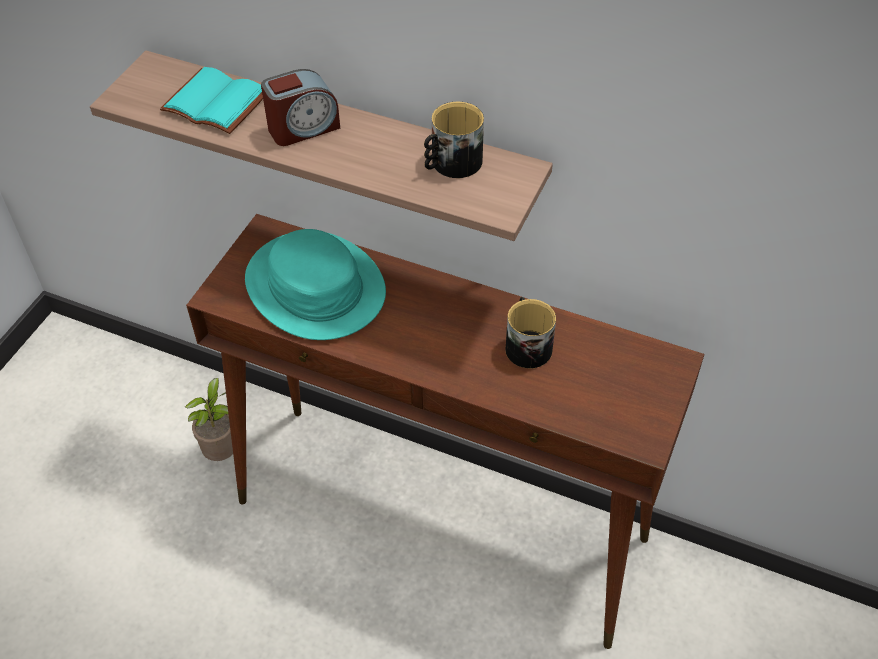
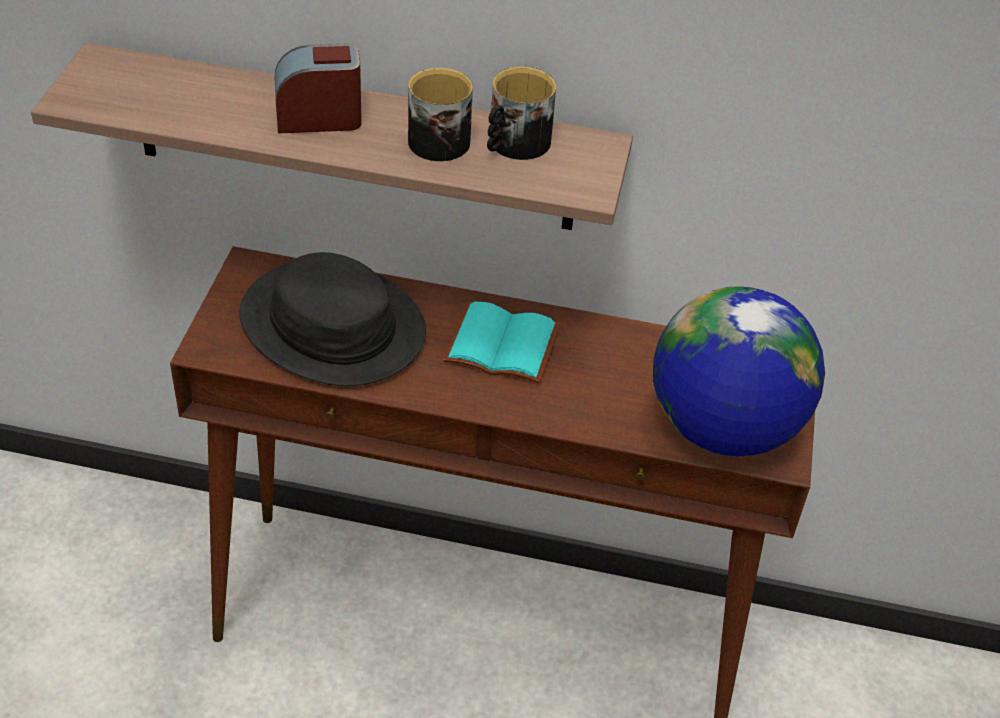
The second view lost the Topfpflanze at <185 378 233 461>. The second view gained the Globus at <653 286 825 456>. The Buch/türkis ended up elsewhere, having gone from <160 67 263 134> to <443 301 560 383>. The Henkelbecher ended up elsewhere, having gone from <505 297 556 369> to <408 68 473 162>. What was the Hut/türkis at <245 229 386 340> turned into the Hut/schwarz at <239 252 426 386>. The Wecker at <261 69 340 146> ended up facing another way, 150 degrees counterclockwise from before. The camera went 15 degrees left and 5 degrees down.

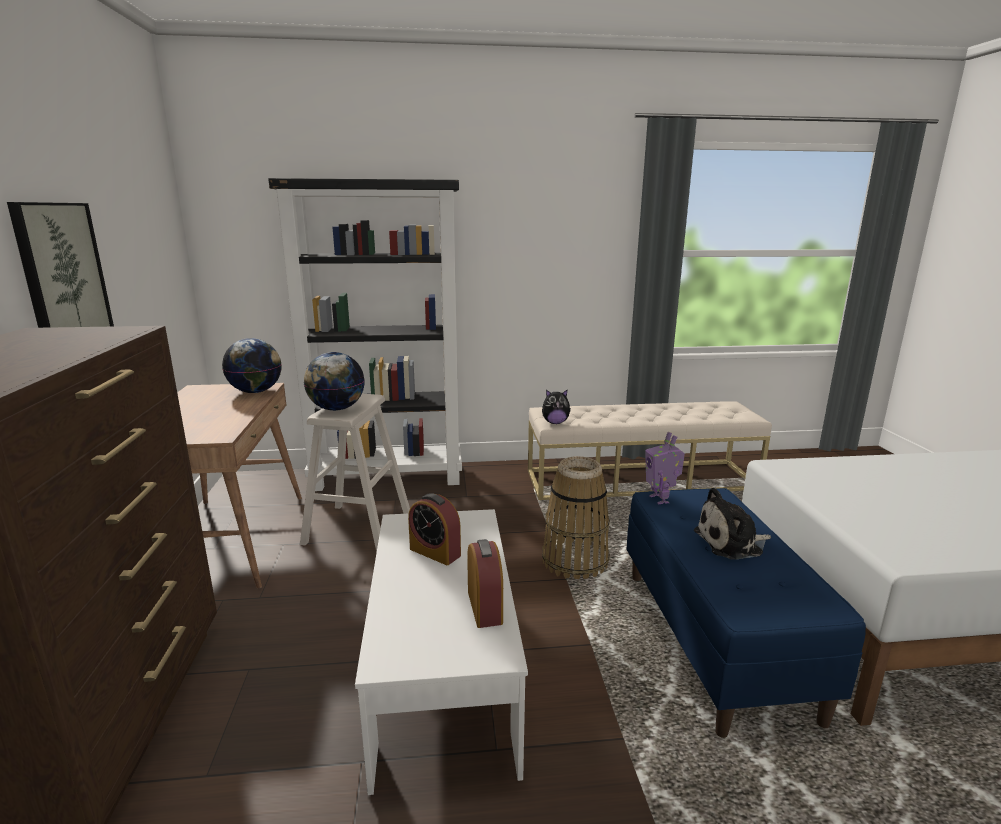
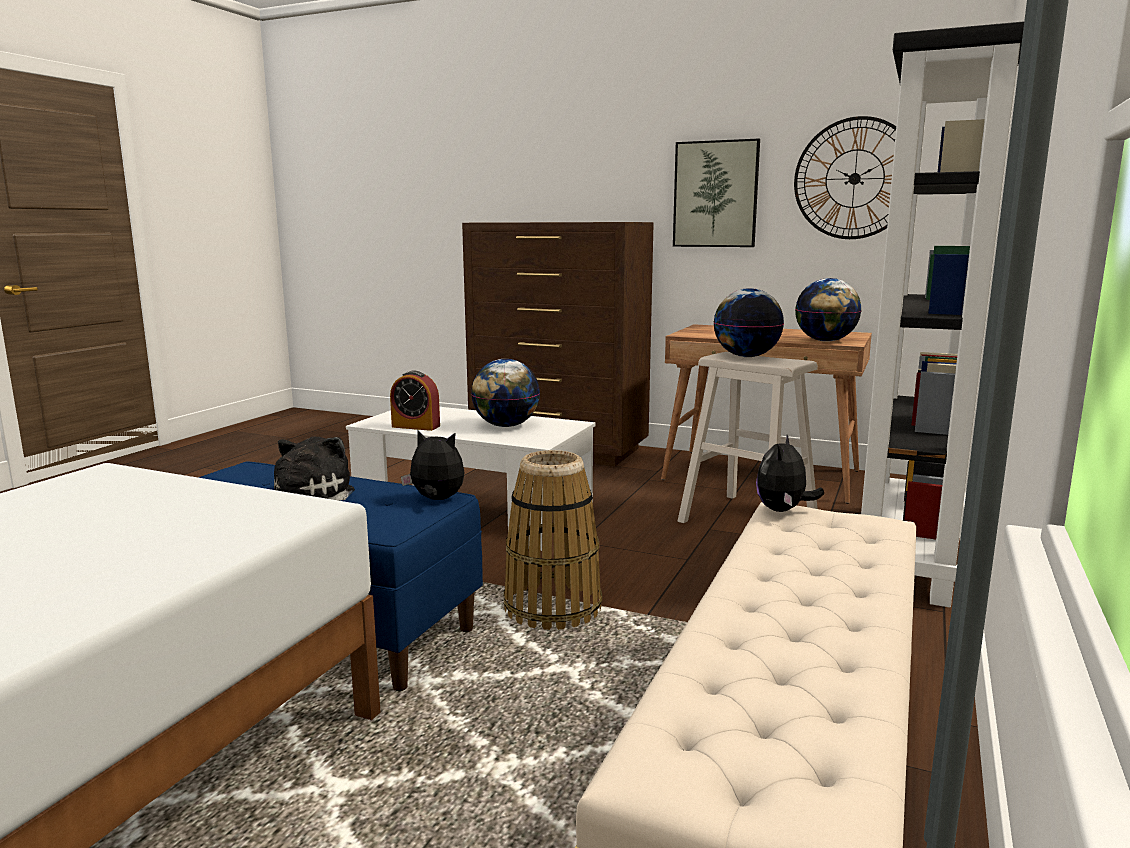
The second view gained the Wanduhr at <794 116 896 239>. Where the Wecker stood at <408 493 461 565>, the Globus came to stand at <471 359 540 427>. Where the Spielzeugroboter stood at <645 432 685 505>, the Plüschtier came to stand at <401 431 465 500>. The camera went 120 degrees right and 5 degrees down.

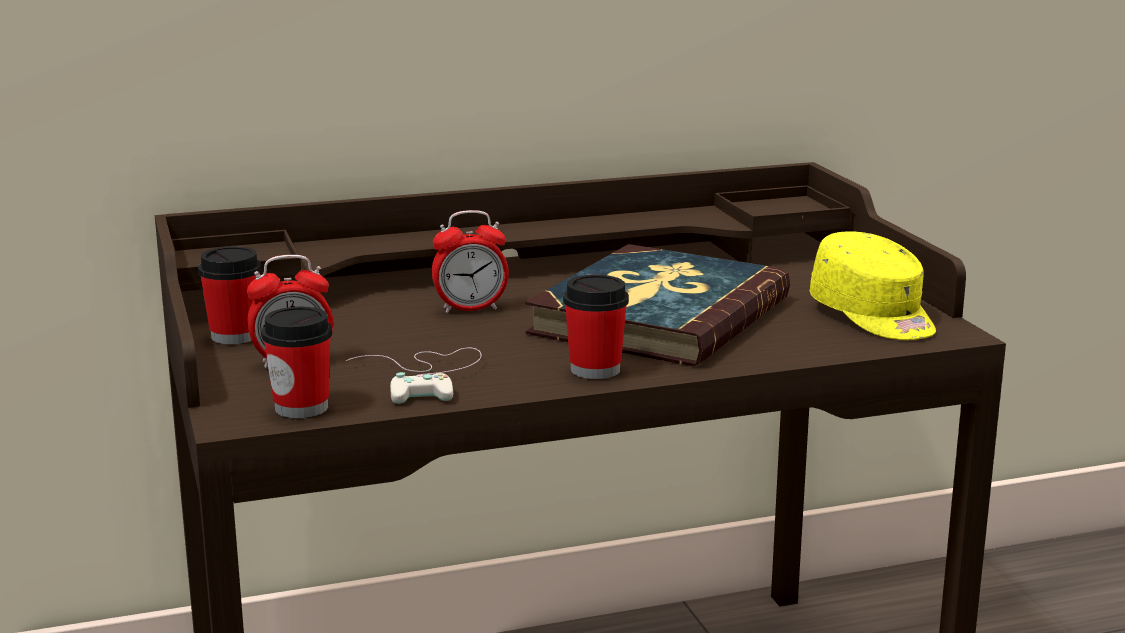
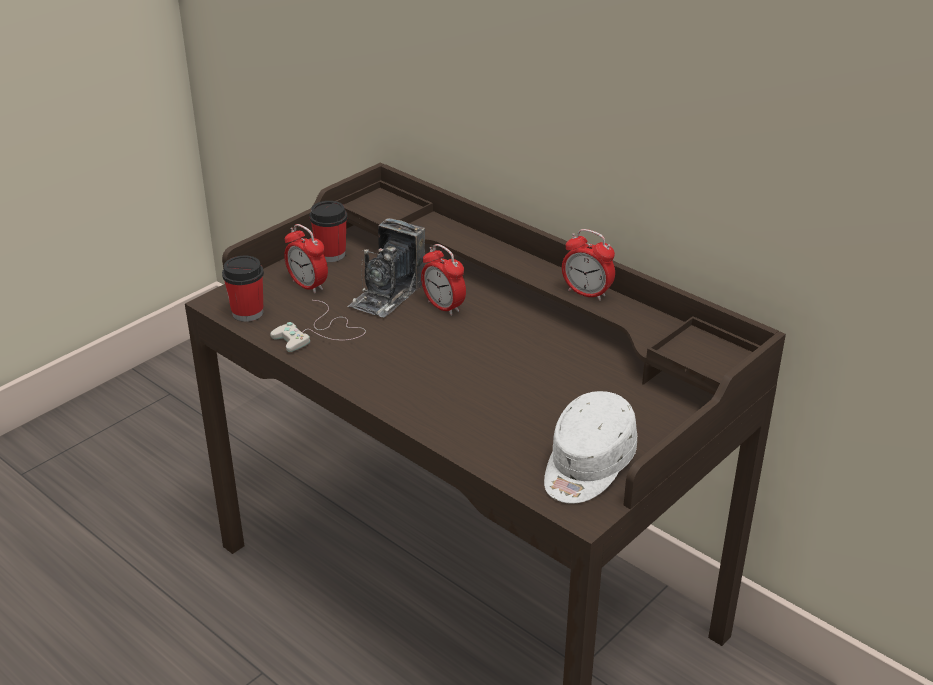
The second view lost the Buch at <525 244 790 366>. The second view lost the Tasse at <563 275 629 379>. The second view gained the Kamera at <348 218 425 318>. The second view gained the Wecker at <562 229 615 301>. What was the Kappe/gelb at <810 231 936 340> turned into the Kappe/weiß at <544 391 637 504>. The camera went 60 degrees right and 15 degrees up.

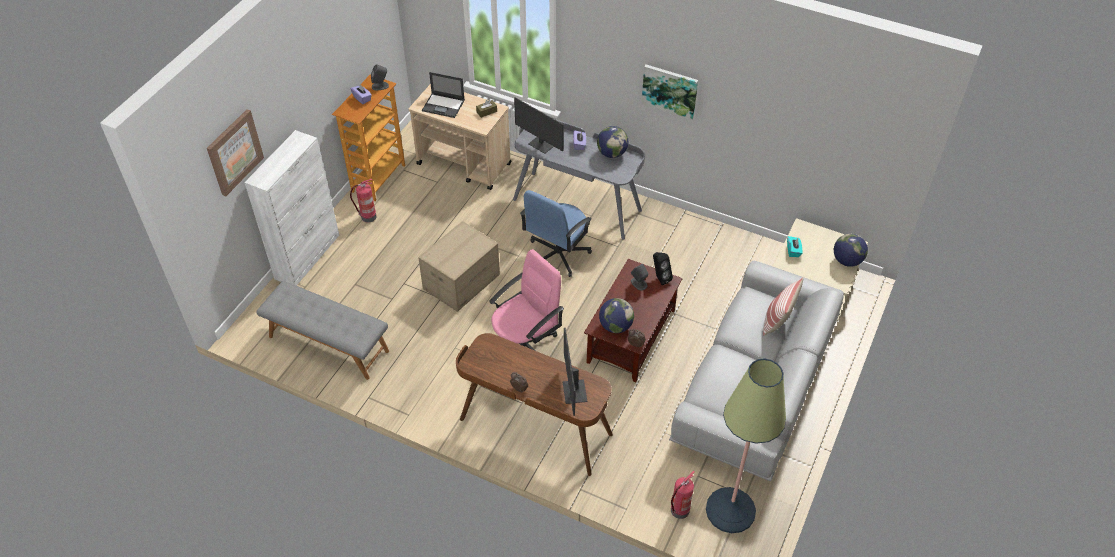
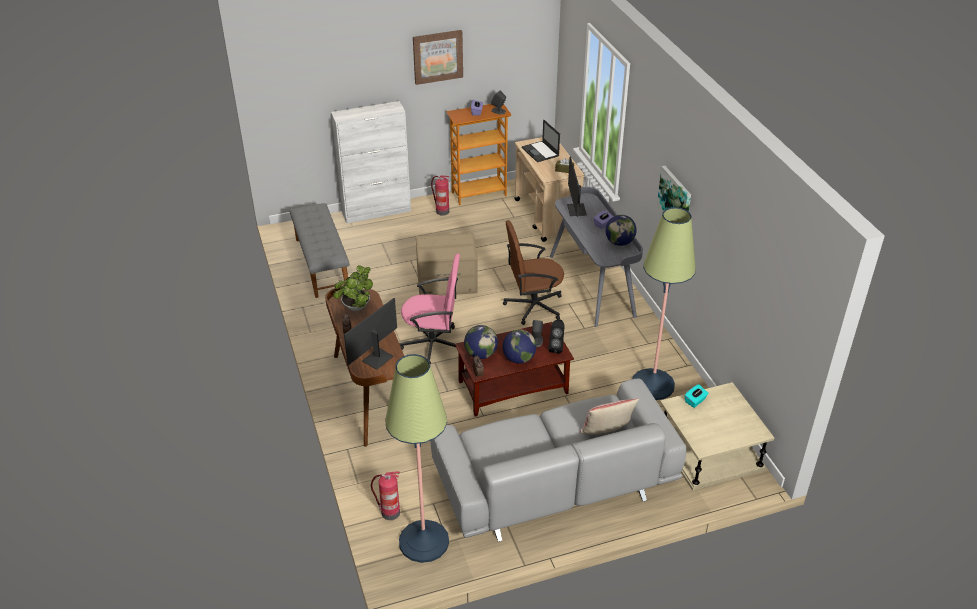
The second view gained the Topfpflanze at <333 265 373 311>. The second view gained the Stehlampe at <632 207 696 400>. The Bild ended up elsewhere, having gone from <207 109 264 196> to <413 30 463 85>. The Globus ended up elsewhere, having gone from <834 234 868 267> to <502 329 536 364>. What was the Bürostuhl/blau at <520 190 592 277> turned into the Bürostuhl/braun at <503 220 564 325>. The camera went 45 degrees right and 10 degrees down.

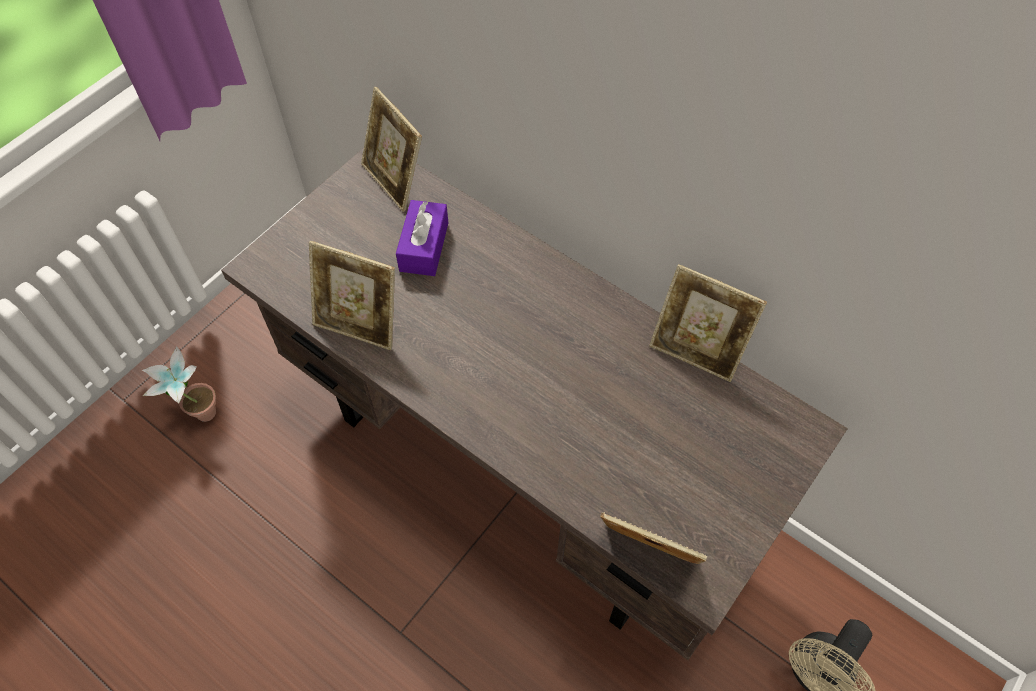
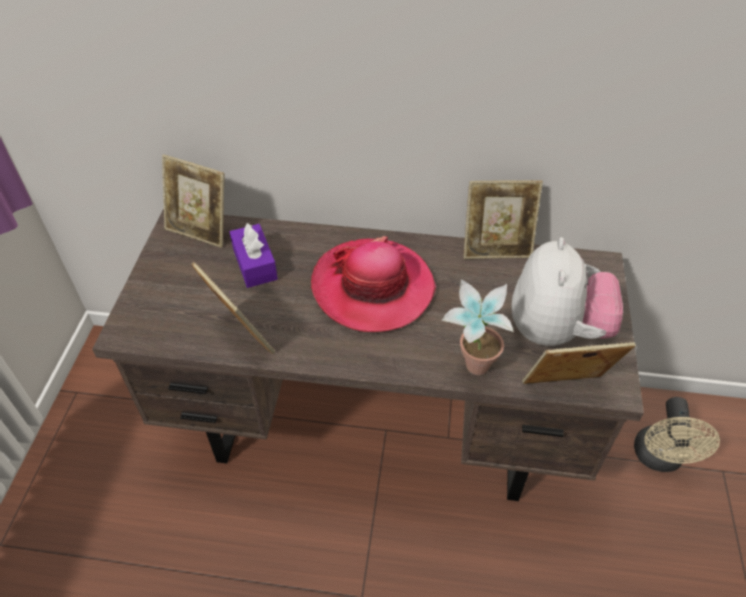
The second view gained the Hut at <311 236 436 332>. The second view gained the Plüschtier at <511 237 623 346>. The Topfpflanze ended up elsewhere, having gone from <142 346 216 422> to <442 279 514 375>. The Bilderrahmen at <309 241 395 350> ended up facing another way, 120 degrees counterclockwise from before. The camera went 30 degrees left and 10 degrees down.

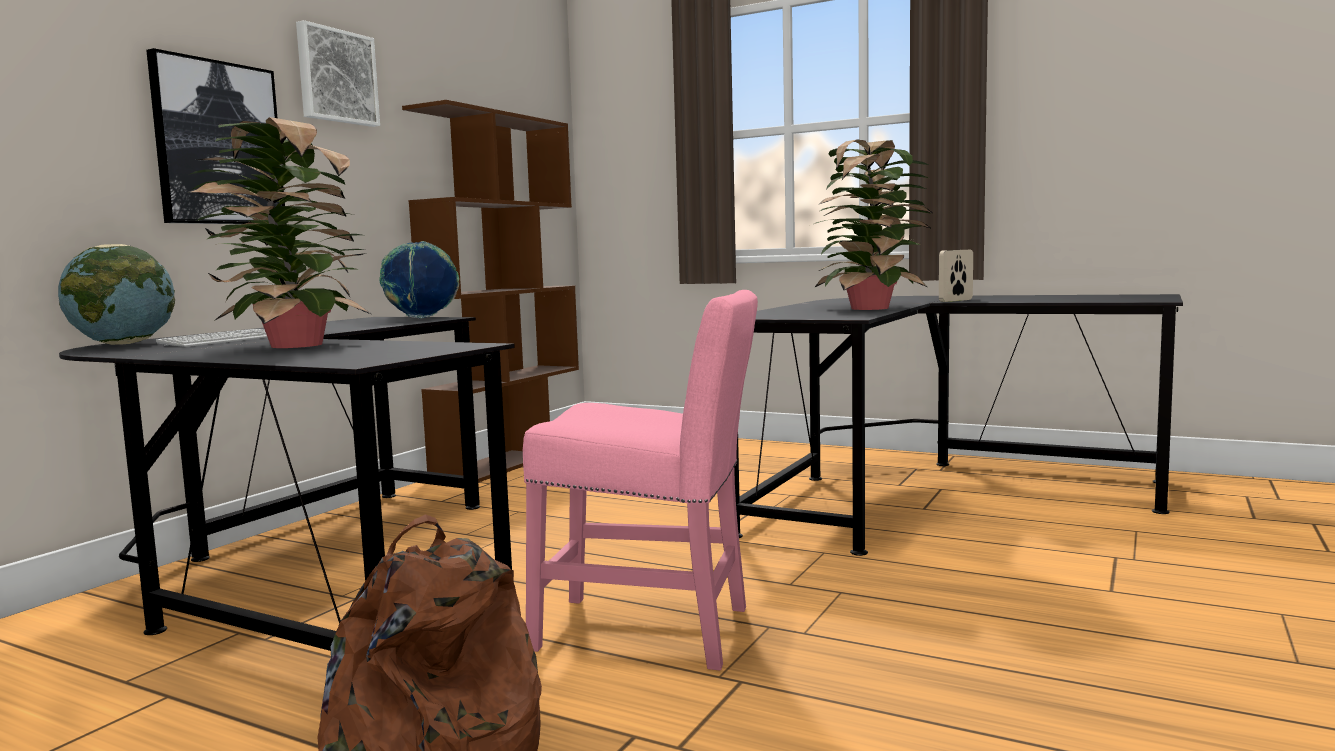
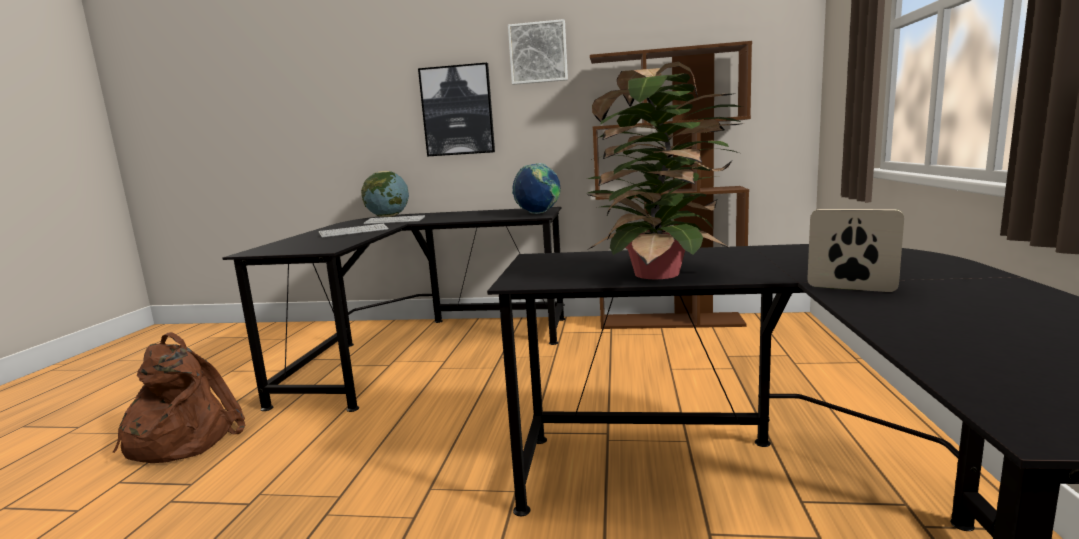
The second view lost the Stuhl/rosa at <523 290 758 671>. Where the Topfpflanze stood at <187 117 373 348>, the Tastatur came to stand at <319 224 389 237>. The camera went 70 degrees right and 5 degrees up.

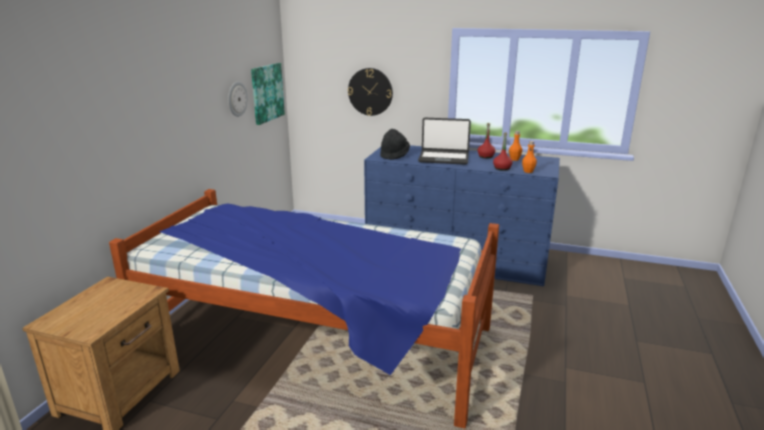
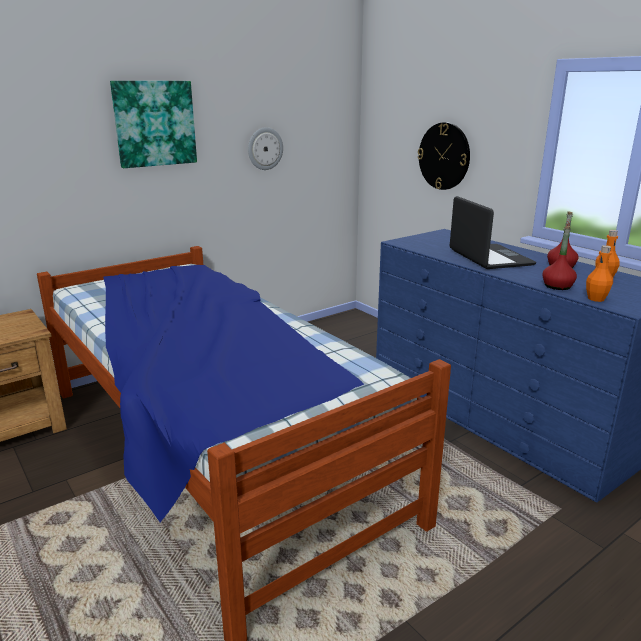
The second view lost the Hut/schwarz at <380 129 410 160>. The Bild ended up elsewhere, having gone from <251 63 285 125> to <110 81 197 168>. The Laptop at <418 118 471 165> ended up facing another way, 150 degrees counterclockwise from before. The camera went 35 degrees right and 0 degrees up.

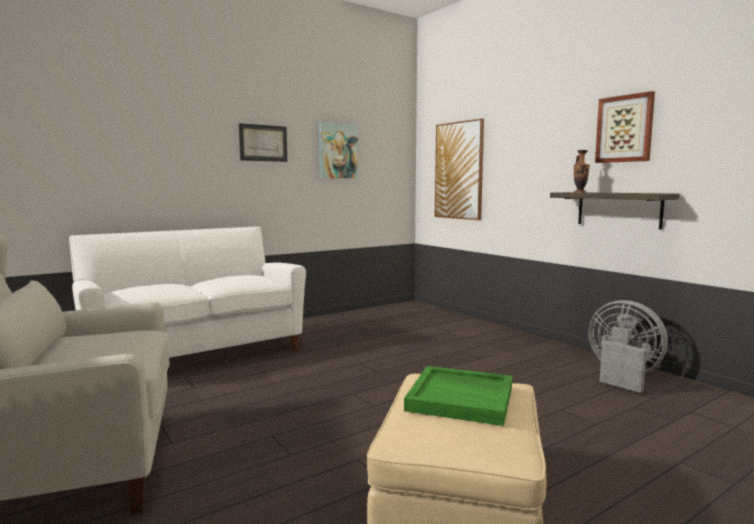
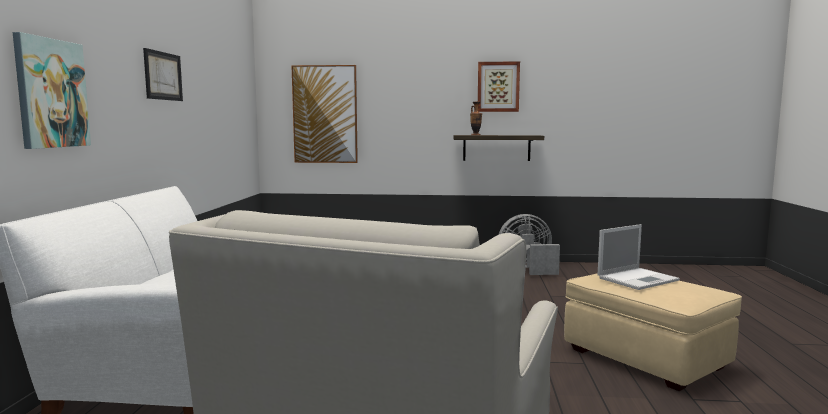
The Bild ended up elsewhere, having gone from <319 122 358 178> to <13 32 91 149>. Where the Tablett/grün stood at <404 366 512 426>, the Laptop came to stand at <597 224 680 290>. The camera went 50 degrees left and 0 degrees up.

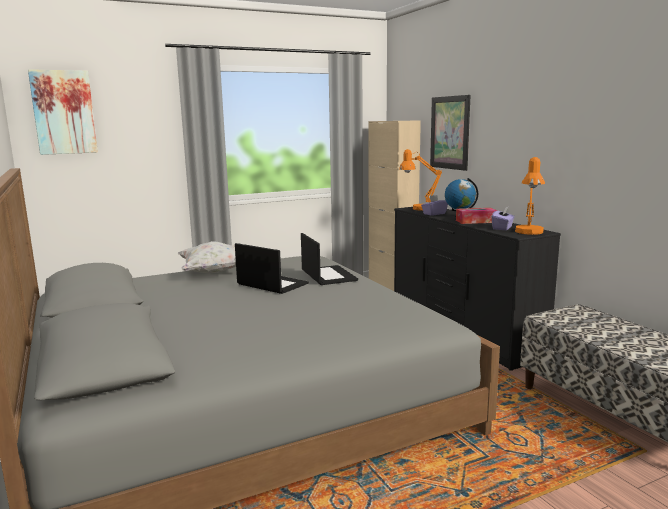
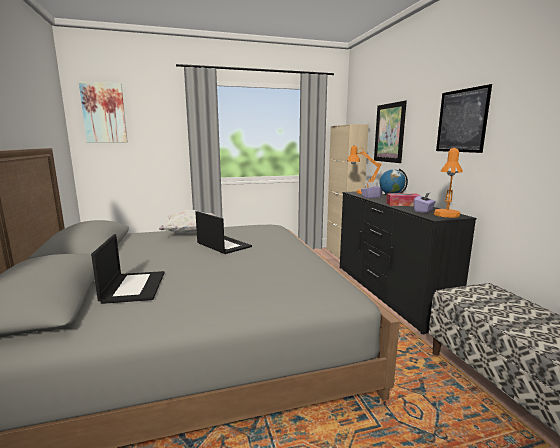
The second view gained the Bild at <436 84 492 153>. The Laptop ended up elsewhere, having gone from <301 233 358 285> to <91 234 165 304>. The camera went 10 degrees right and 0 degrees up.

